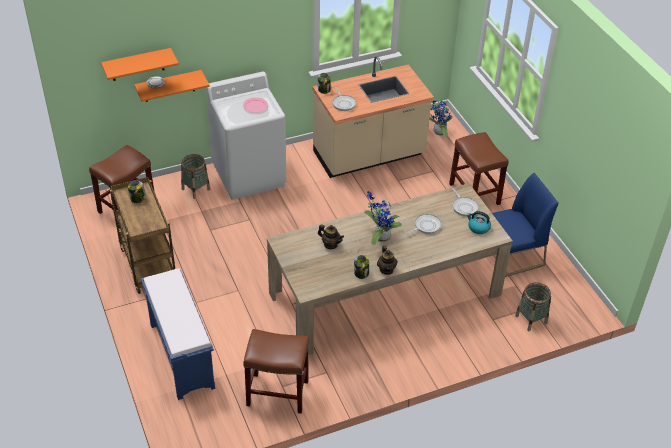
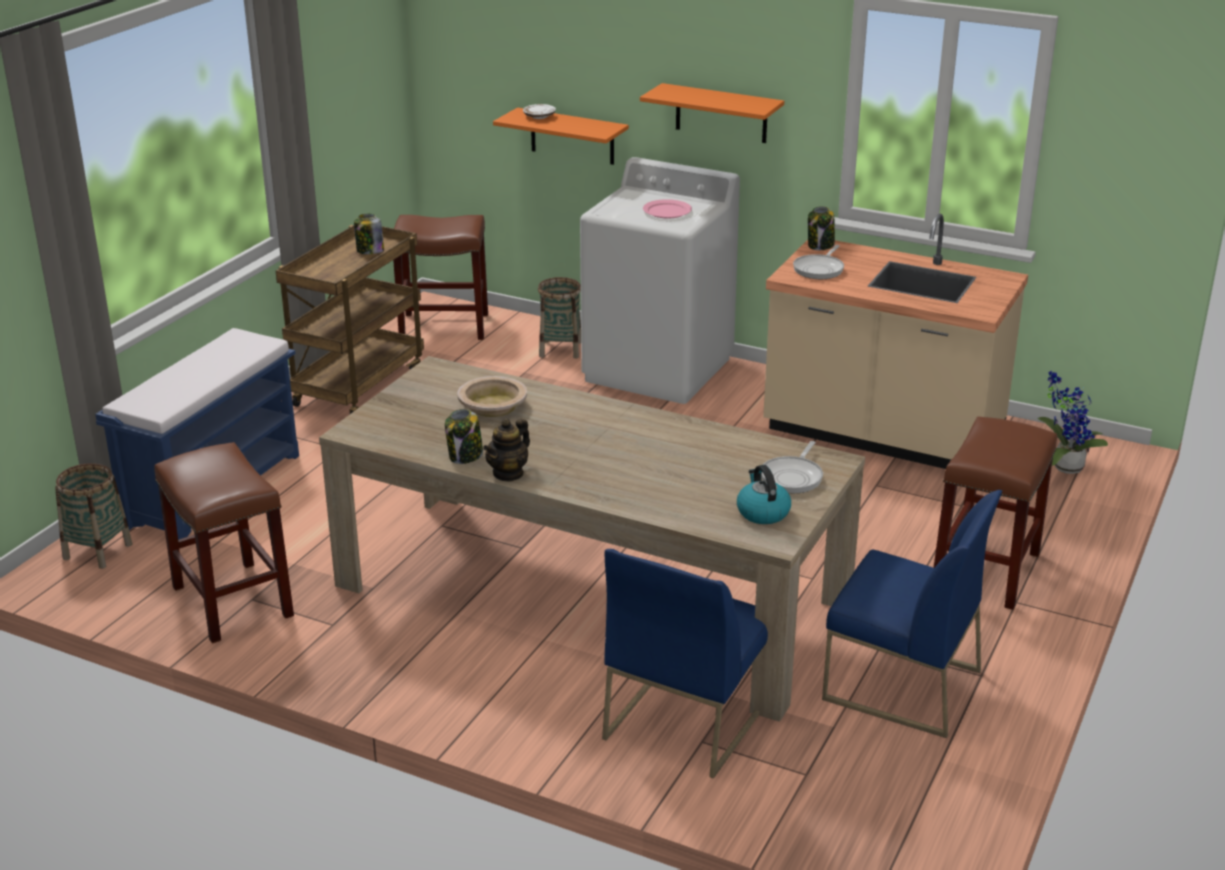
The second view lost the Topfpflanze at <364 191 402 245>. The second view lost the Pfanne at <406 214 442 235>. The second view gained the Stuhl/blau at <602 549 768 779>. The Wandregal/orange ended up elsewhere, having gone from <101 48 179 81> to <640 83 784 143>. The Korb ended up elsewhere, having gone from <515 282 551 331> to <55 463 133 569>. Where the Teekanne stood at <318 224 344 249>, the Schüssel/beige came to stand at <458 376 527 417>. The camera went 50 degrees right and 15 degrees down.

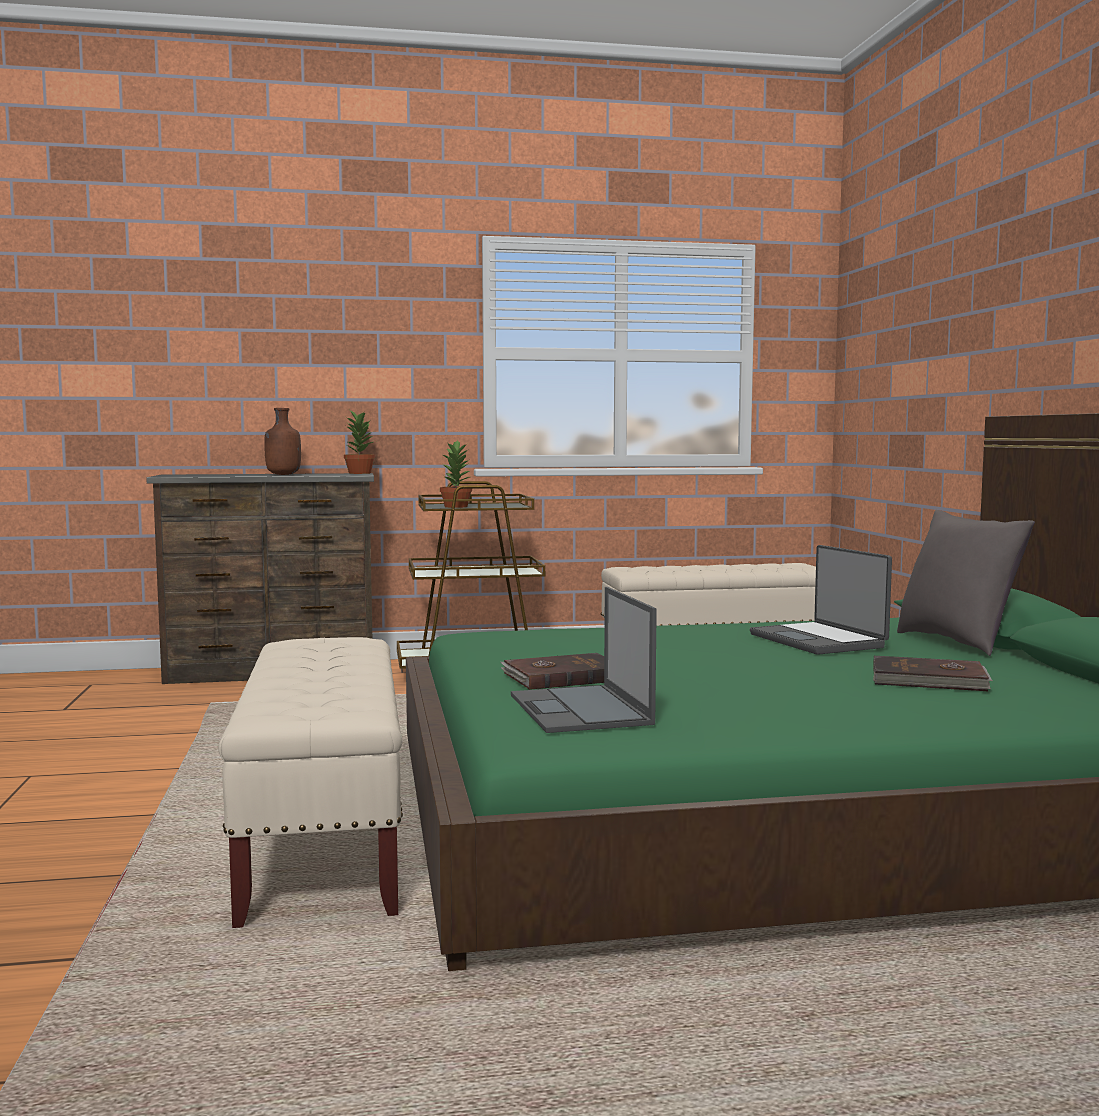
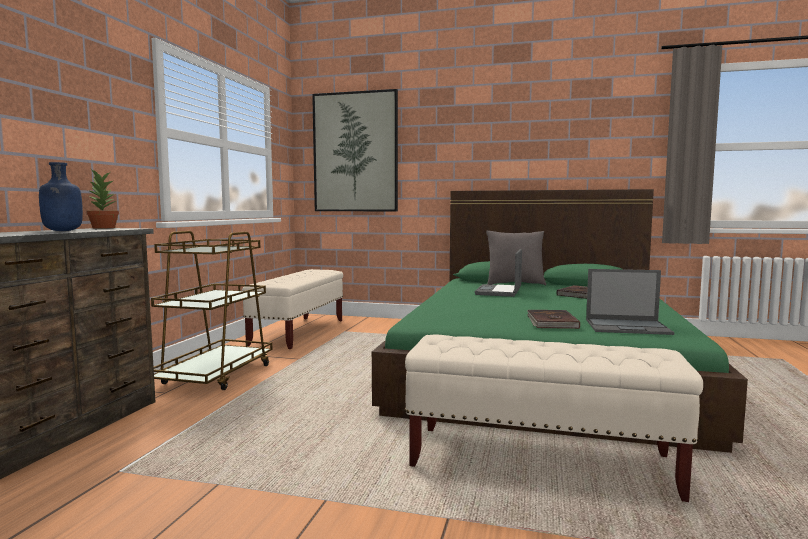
The second view lost the Topfpflanze at <440 440 472 508>. The second view gained the Bild at <312 89 398 211>. What was the Flasche/braun at <264 408 301 475> turned into the Flasche/blau at <39 162 83 231>. The Laptop at <750 545 892 654> ended up facing another way, 105 degrees clockwise from before. The camera went 65 degrees left and 0 degrees up.

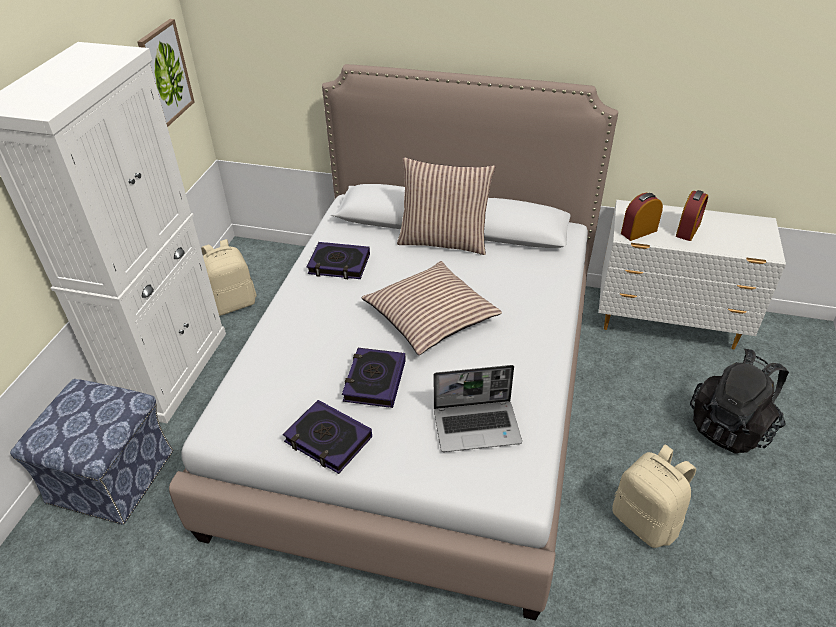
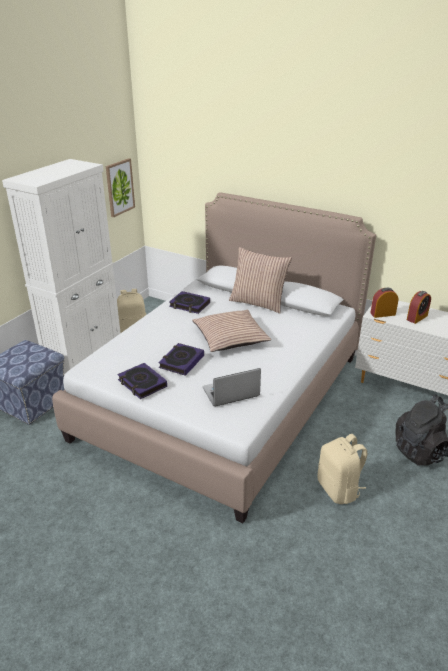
The Laptop at <434 365 522 452> ended up facing another way, 150 degrees clockwise from before. The camera went 15 degrees right and 10 degrees down.

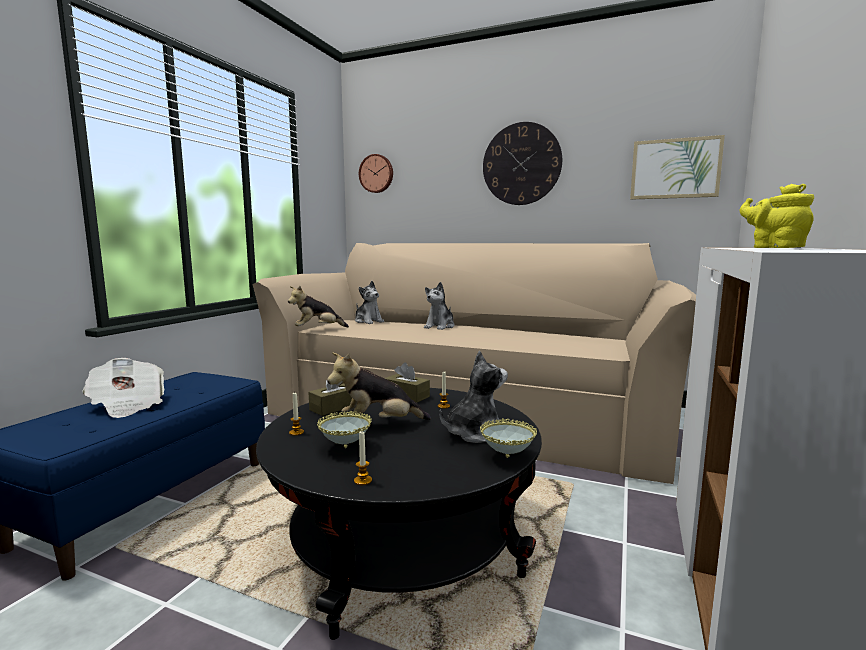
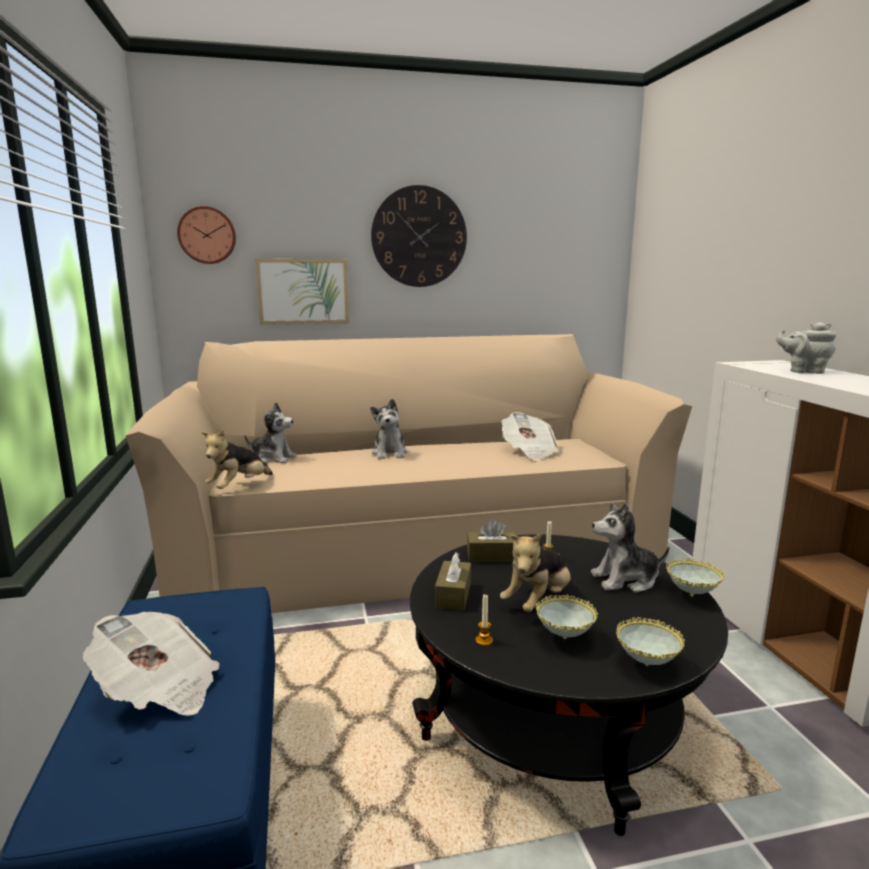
The second view gained the Zeitung at <501 412 559 460>. The Bild ended up elsewhere, having gone from <630 135 725 200> to <255 259 349 325>. Where the Kerze stood at <354 431 372 485>, the Schüssel came to stand at <616 617 685 666>. What was the Teekanne/gelb at <739 184 814 248> turned into the Teekanne/grau at <776 322 836 374>. The Plüschtier at <439 351 508 443> ended up facing another way, 120 degrees counterclockwise from before. The camera went 35 degrees left and 5 degrees up.

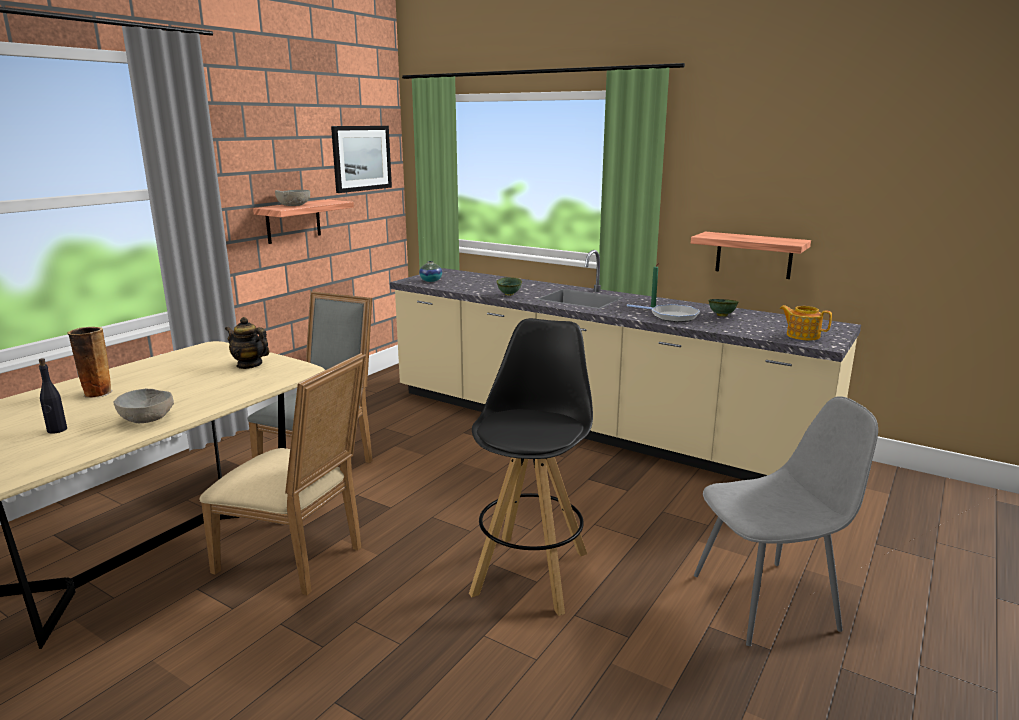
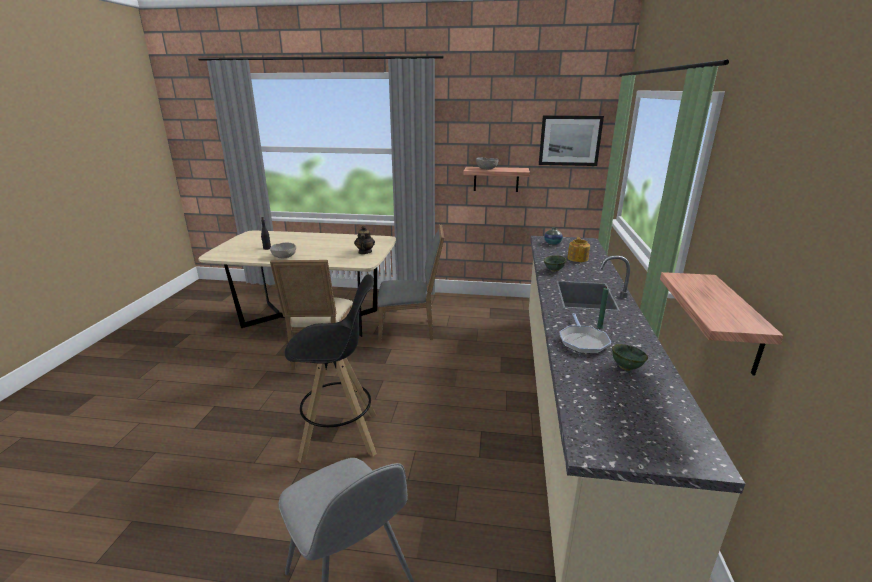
The second view lost the Vase at <67 327 113 398>. The Teekanne ended up elsewhere, having gone from <779 305 832 340> to <567 237 590 262>. The camera went 65 degrees right and 5 degrees up.

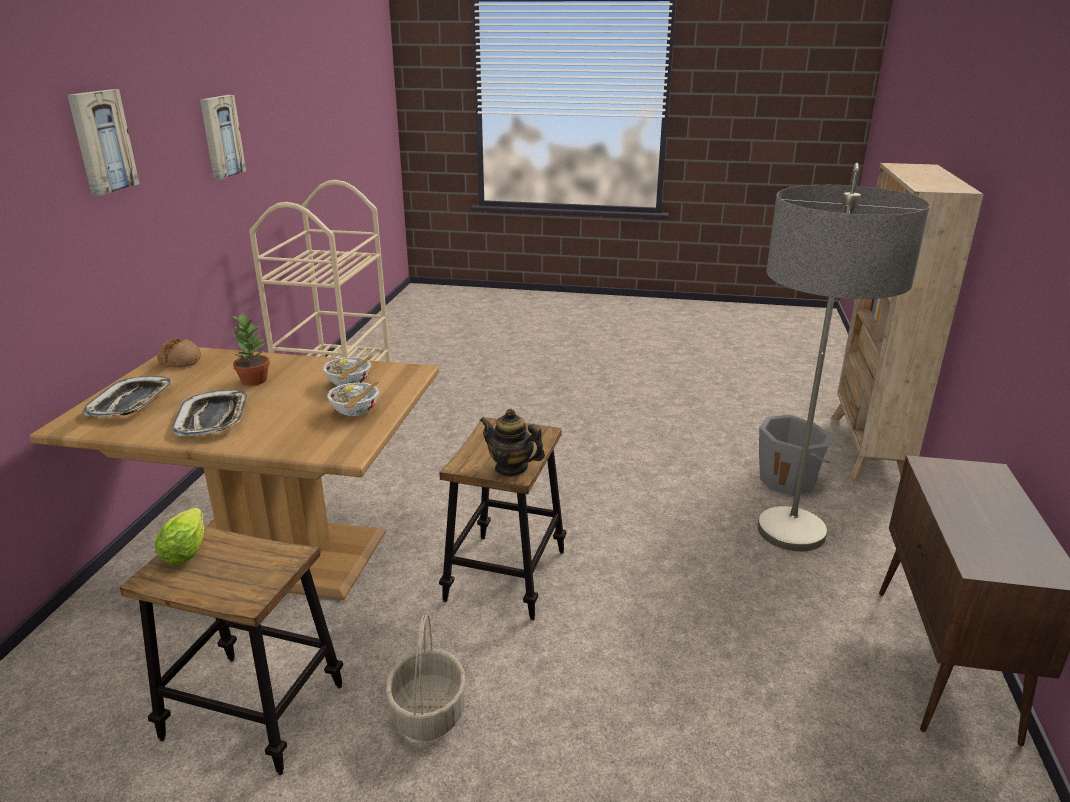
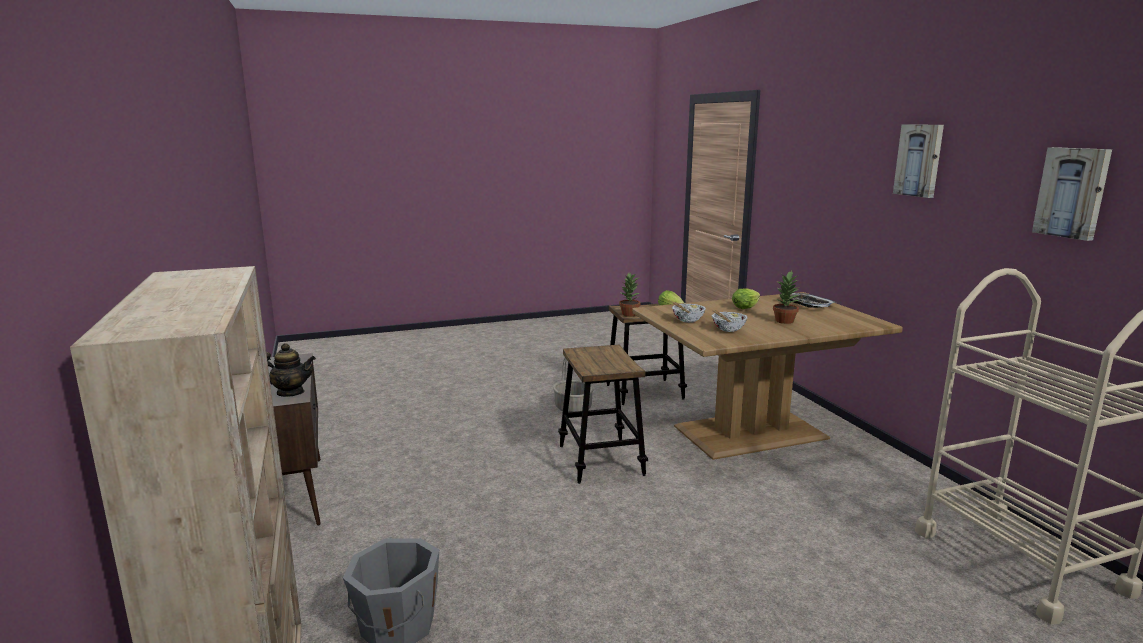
The second view lost the Brot at <157 339 201 368>. The second view lost the Stehlampe at <757 163 930 551>. The second view gained the Topfpflanze at <619 273 640 317>. The Teekanne ended up elsewhere, having gone from <480 409 545 477> to <266 343 316 397>. Where the Tablett stood at <172 390 248 436>, the Salatkopf came to stand at <732 288 760 309>. The camera went 150 degrees right and 10 degrees down.

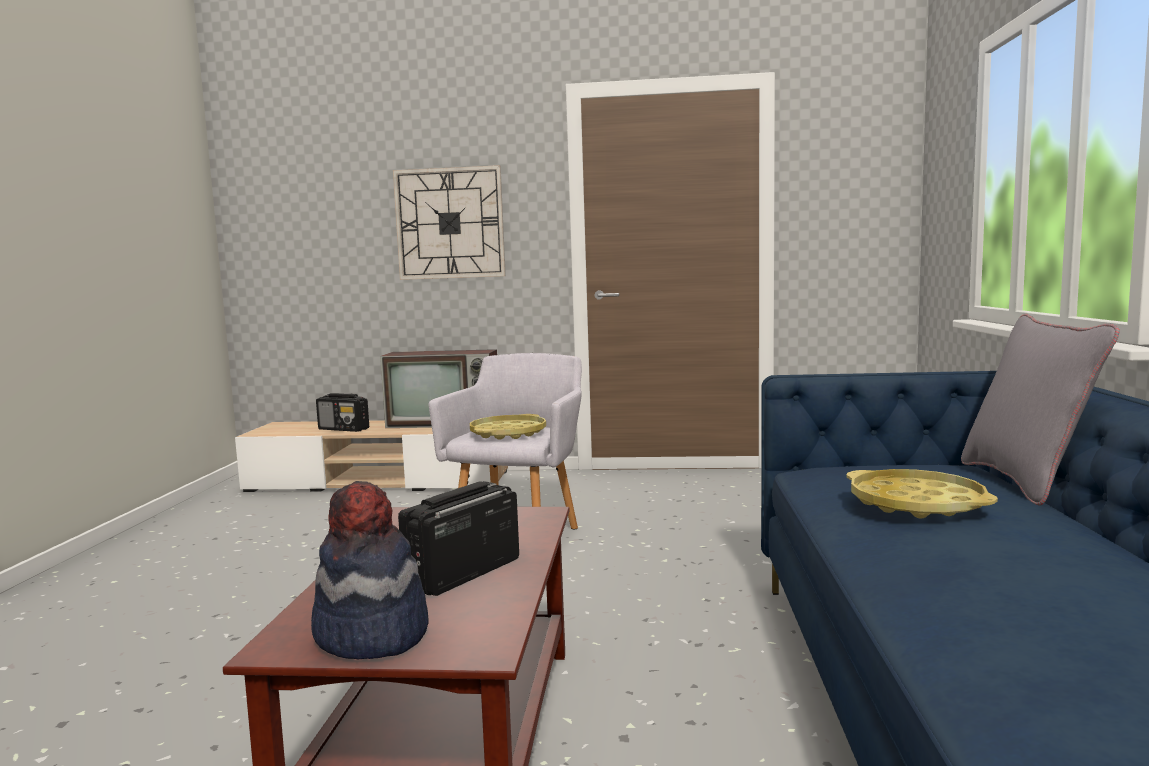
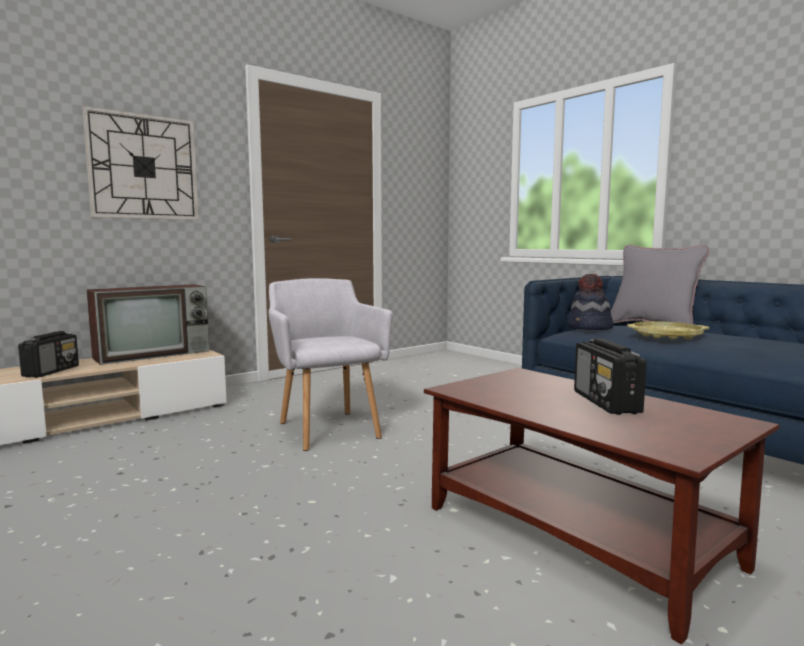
The second view lost the Tablett/gelb at <470 414 546 440>. The Hut ended up elsewhere, having gone from <311 481 429 659> to <568 274 614 330>. The Radio at <316 393 369 432> ended up facing another way, 60 degrees counterclockwise from before. The camera went 45 degrees left and 0 degrees up.

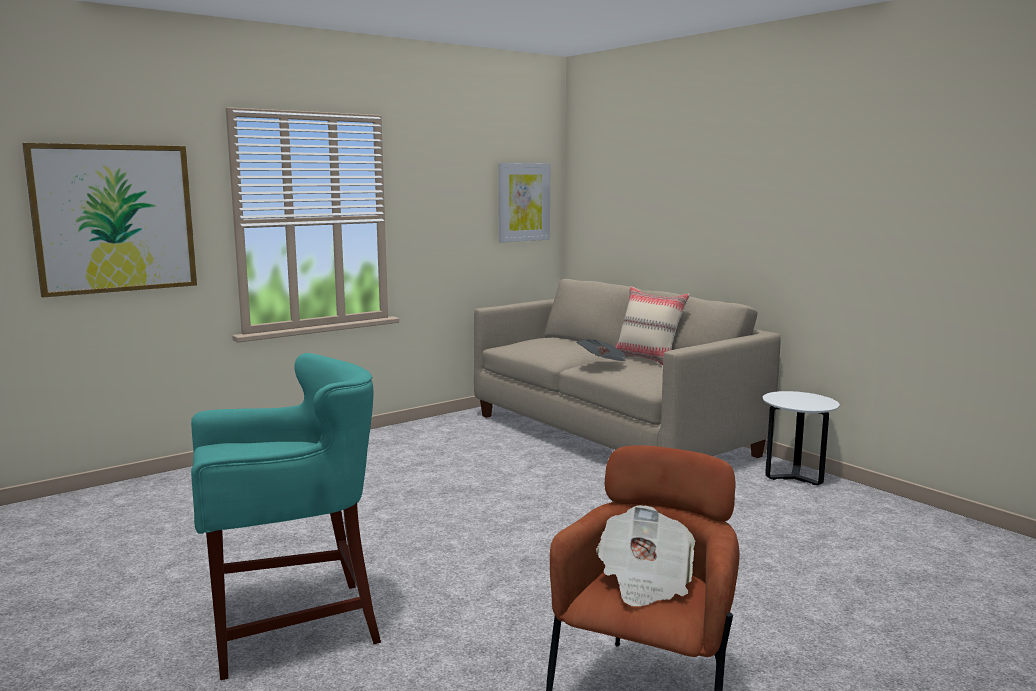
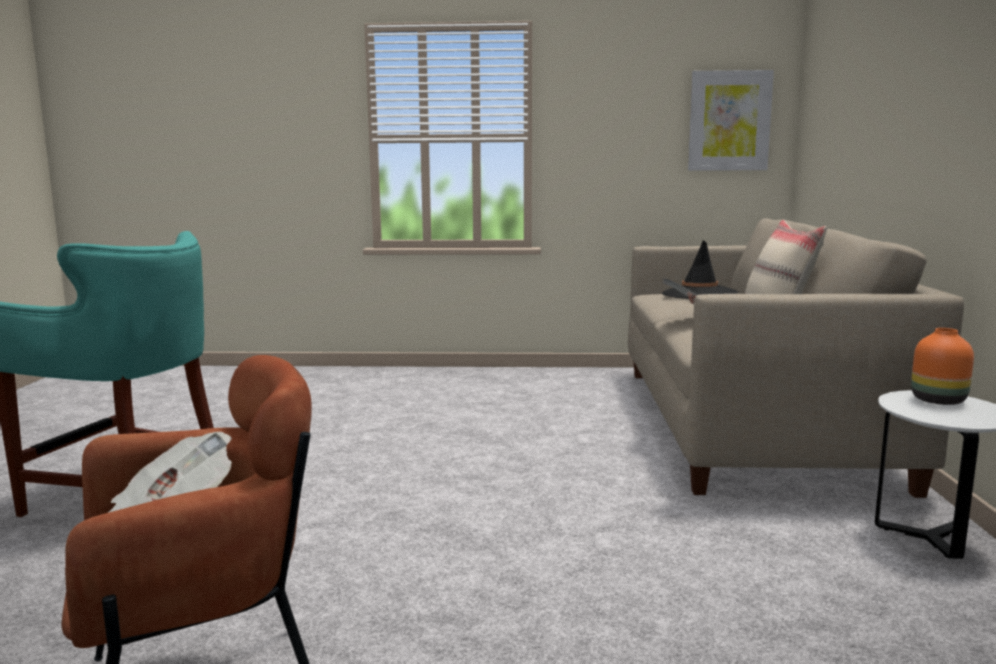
The second view lost the Bild at <22 143 197 298>. The second view gained the Hut/schwarz at <662 240 738 299>. The second view gained the Vase/orange at <911 328 974 405>. The camera went 40 degrees right and 0 degrees up.

